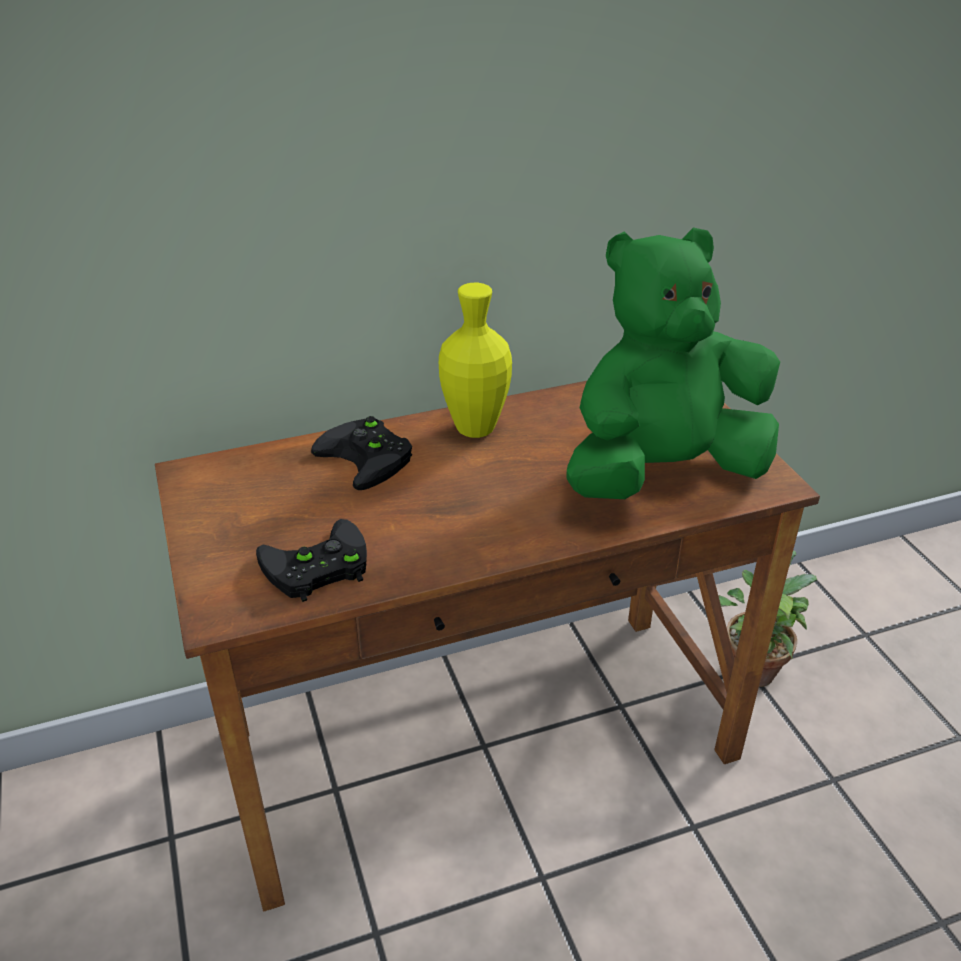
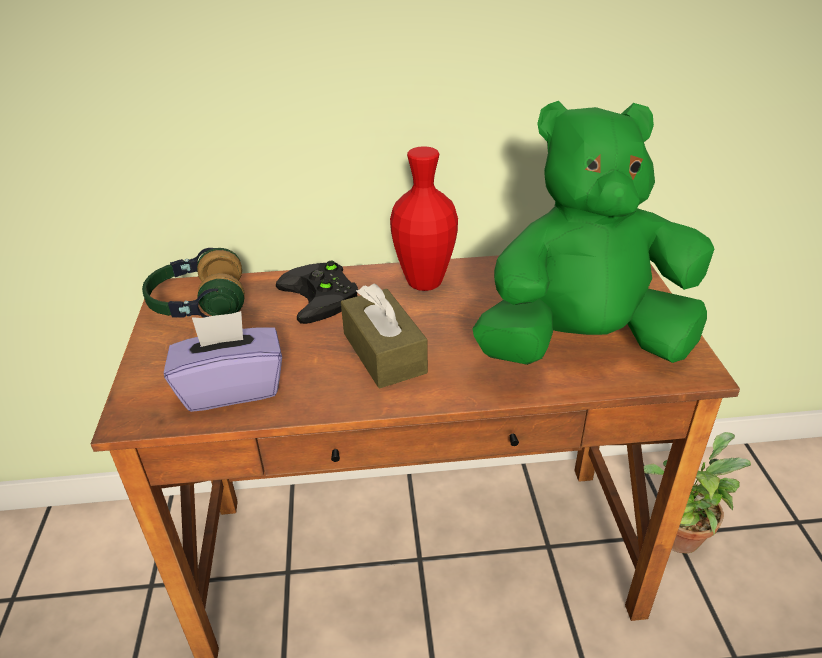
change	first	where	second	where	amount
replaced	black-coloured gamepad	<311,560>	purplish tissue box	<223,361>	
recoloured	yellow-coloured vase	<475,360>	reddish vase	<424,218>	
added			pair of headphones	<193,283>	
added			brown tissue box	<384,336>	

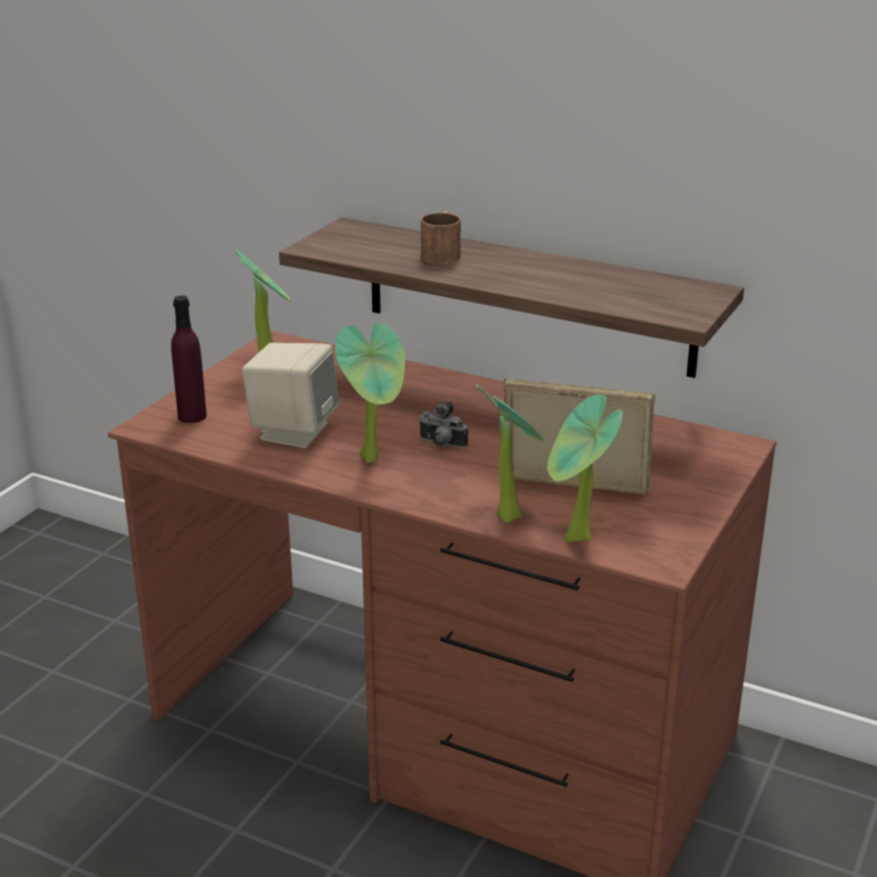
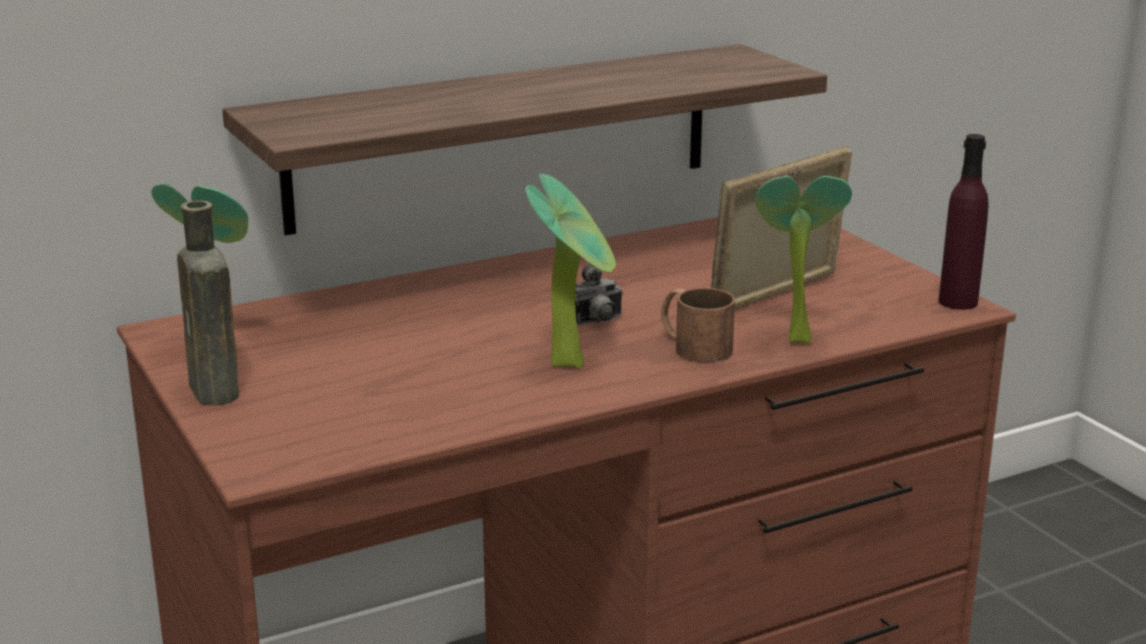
change	first	where	second	where	amount
moved	purplish beverage bottle	<189,359>		<964,222>	
removed	sand-coloured loudspeaker	<290,395>			
moved	brown mug	<441,237>		<698,325>	
removed	potted plant	<585,469>			
added			brown beverage bottle	<208,303>	

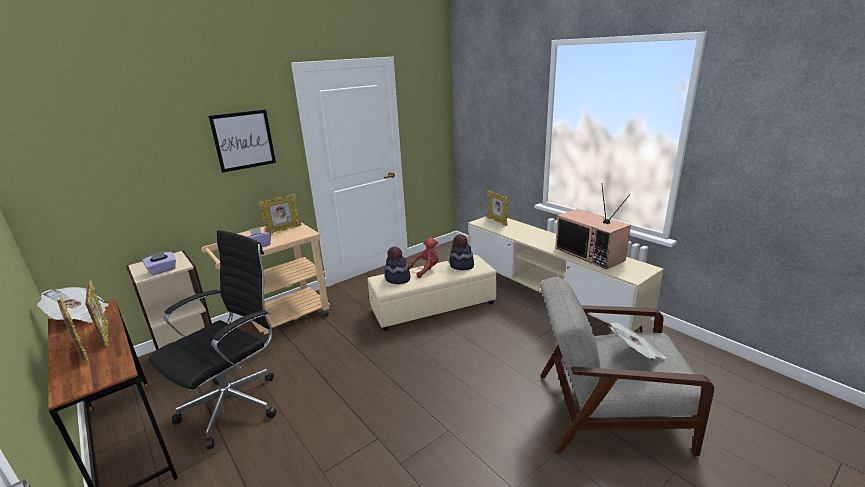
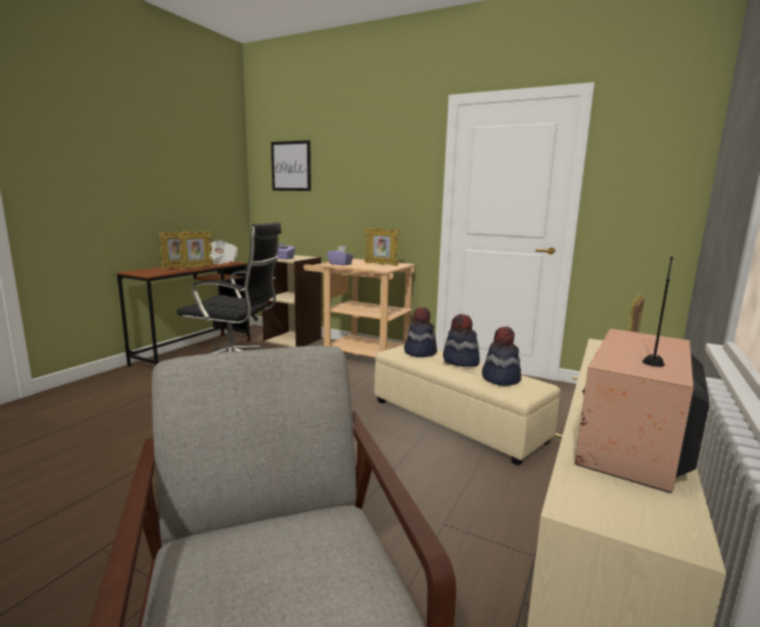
change	first	where	second	where	amount
moved	wall picture	<242,141>		<291,165>	
replaced	reddish cuddly toy	<423,258>	clothing hat	<461,340>	
removed	newspaper	<638,341>			

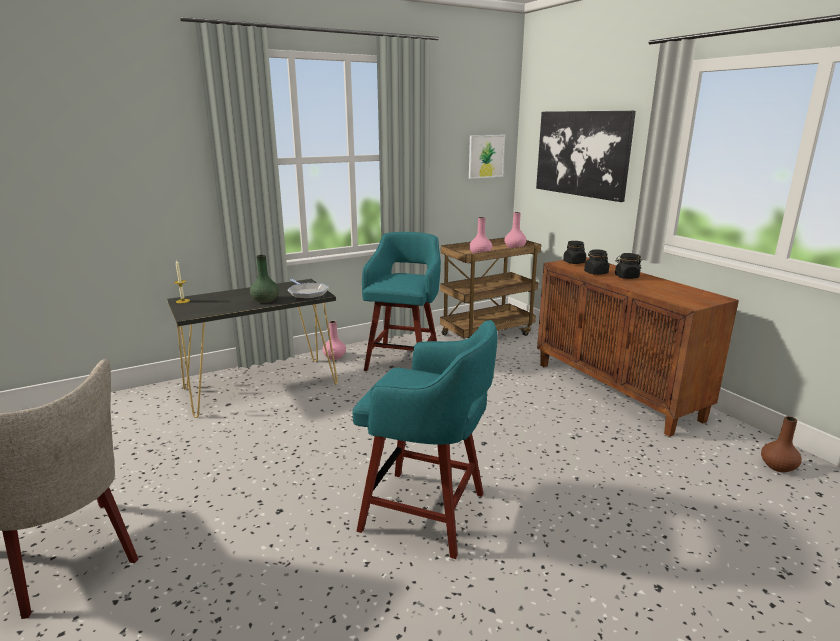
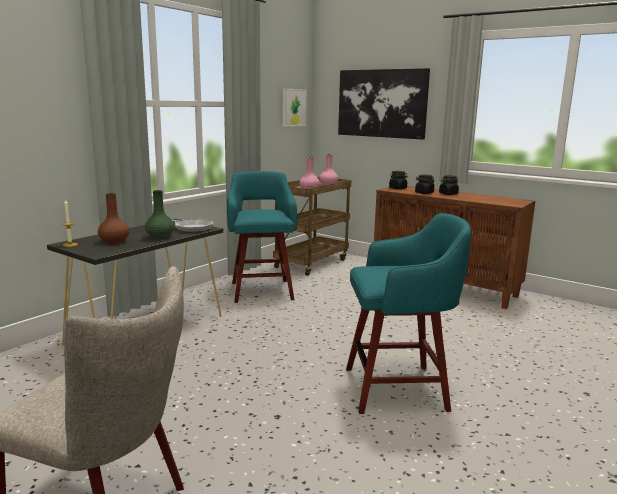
change	first	where	second	where	amount
removed	pink-coloured vase	<334,340>			
moved	brown vase	<781,444>		<114,218>	

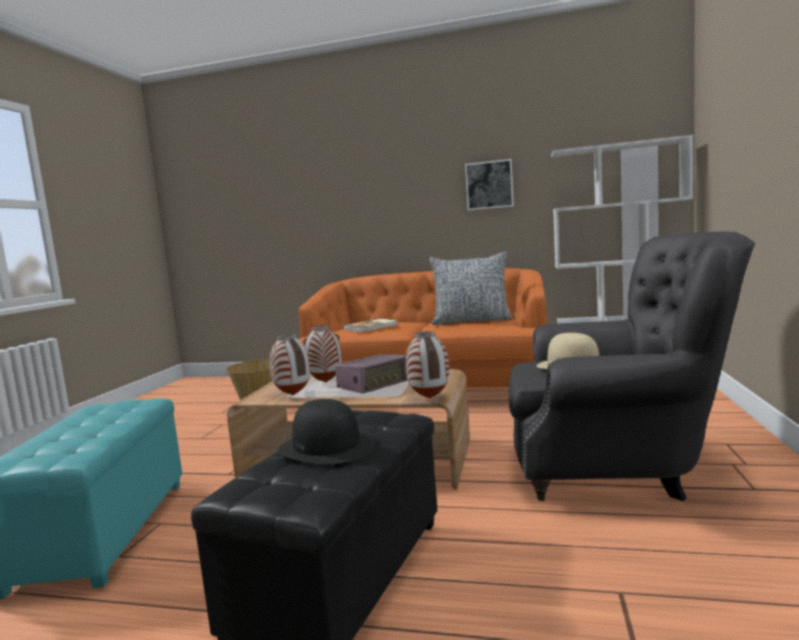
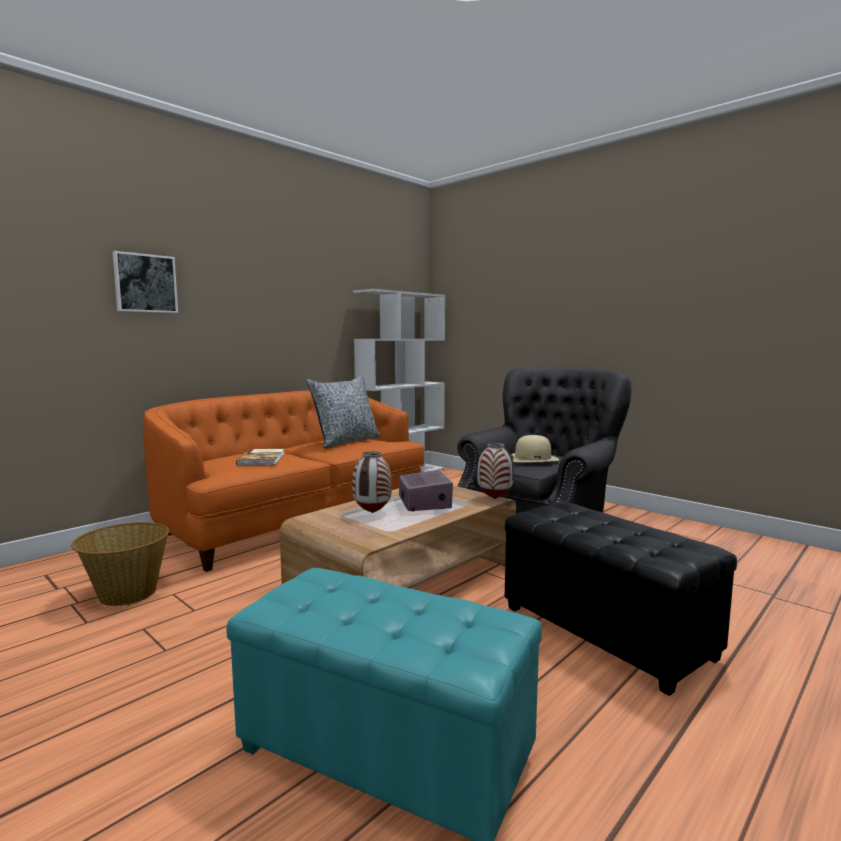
change	first	where	second	where	amount
removed	vase	<289,364>			
removed	black-coloured clothing hat	<327,431>			
moved	wall picture	<489,184>		<145,282>	

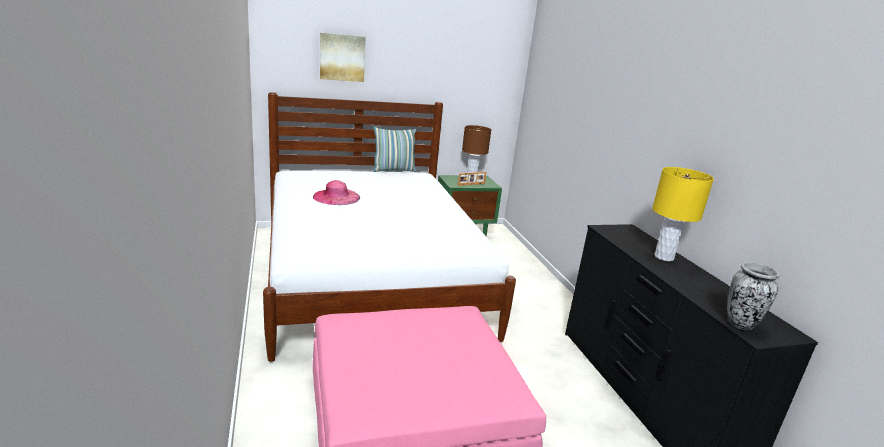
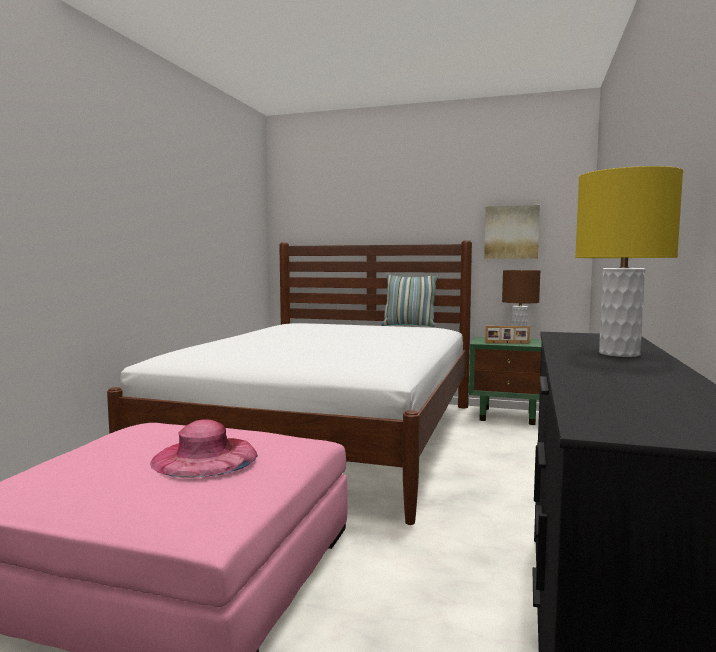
change	first	where	second	where	amount
moved	pink-coloured clothing hat	<336,192>		<204,448>	
moved	wall picture	<343,57>		<512,232>	
removed	vase	<753,296>			

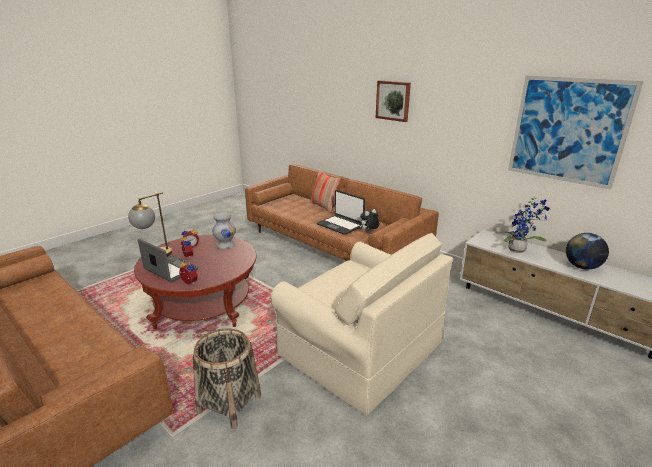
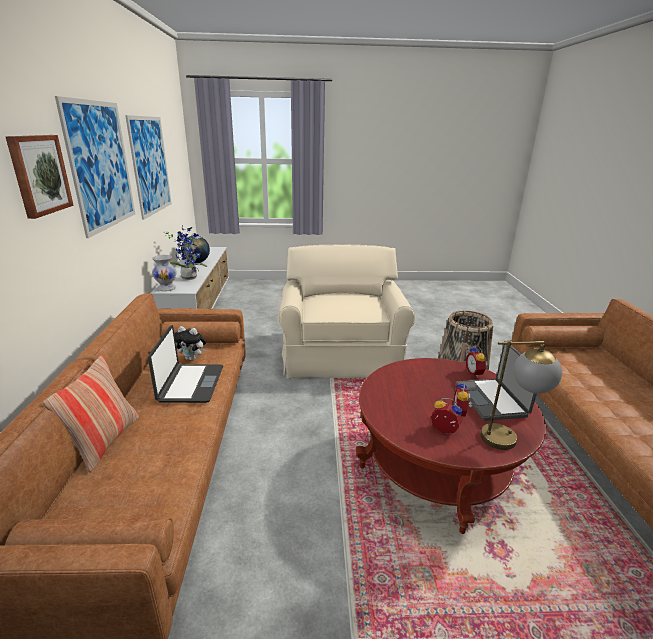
change	first	where	second	where	amount
moved	whitish vase	<224,231>		<164,273>	
added			wall picture	<95,167>	

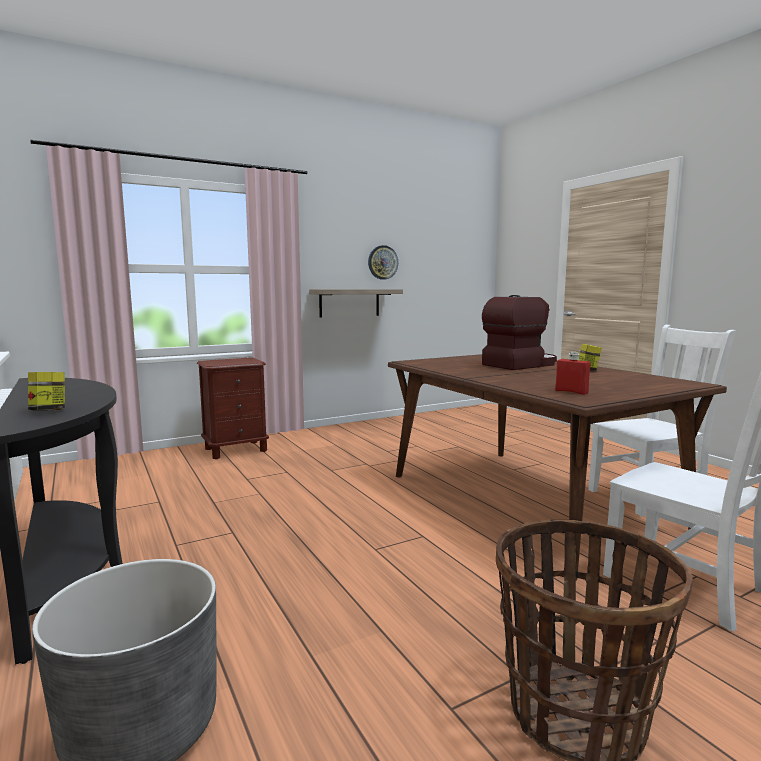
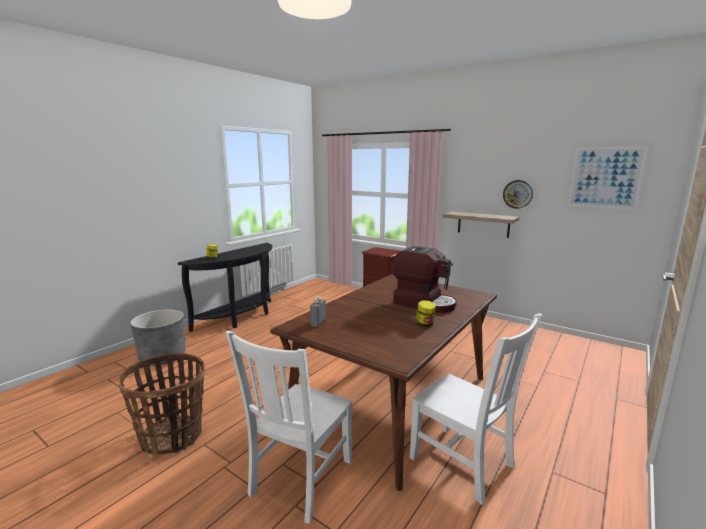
change	first	where	second	where	amount
recoloured	reddish beverage bottle	<572,373>	grey beverage bottle	<318,311>	
added			wall picture	<607,178>	

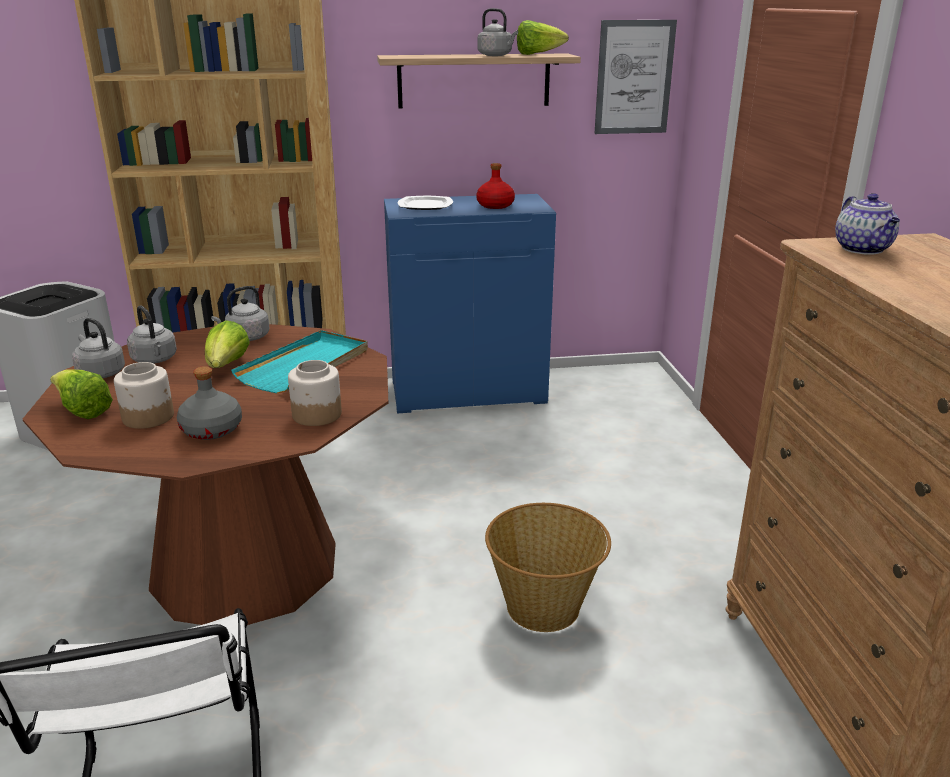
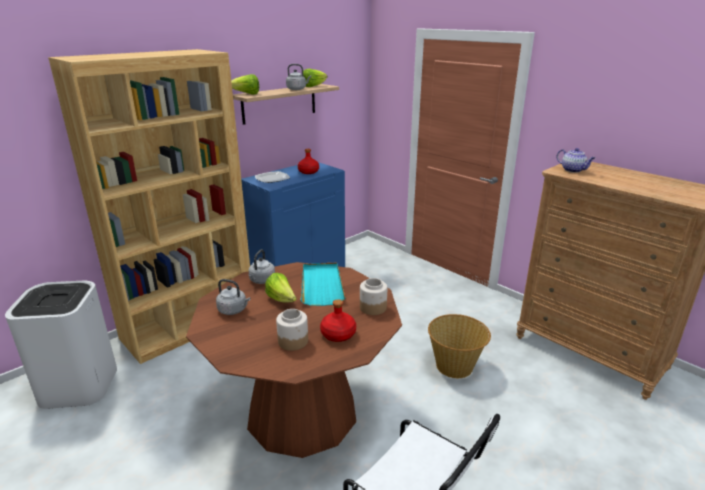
change	first	where	second	where	amount
moved	head of lettuce	<81,394>		<245,84>	
removed	grey tea kettle	<98,348>			
recoloured	grey beverage bottle	<209,403>	reddish beverage bottle	<338,320>	
removed	wall picture	<635,77>			

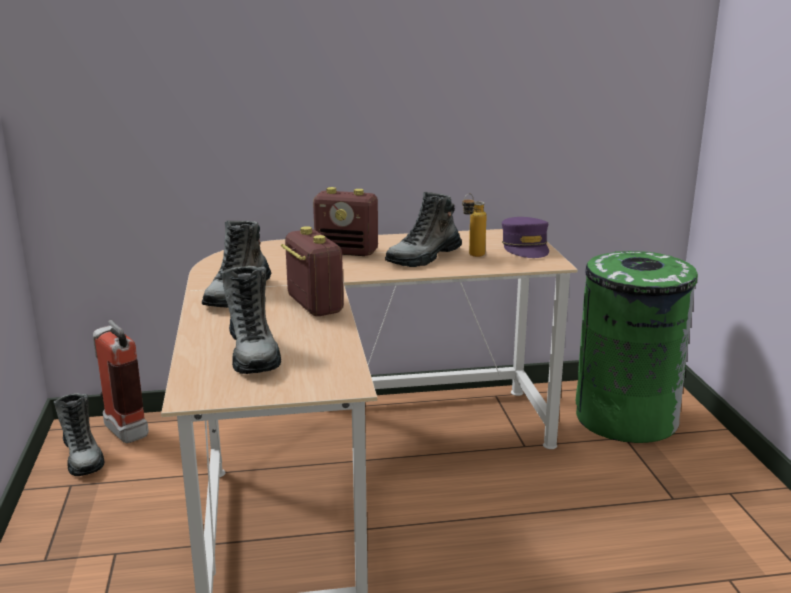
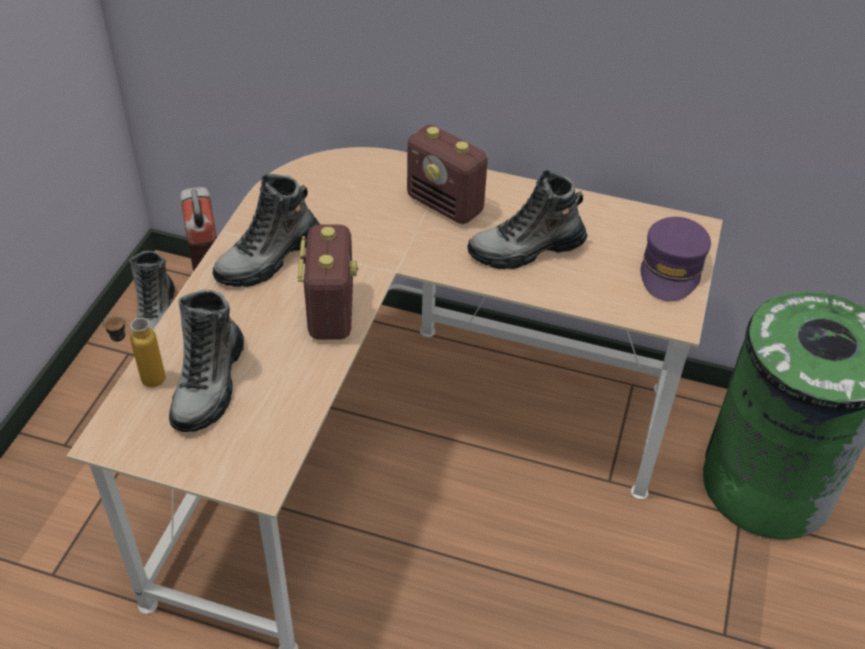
change	first	where	second	where	amount
moved	beverage bottle	<474,225>		<134,351>	

